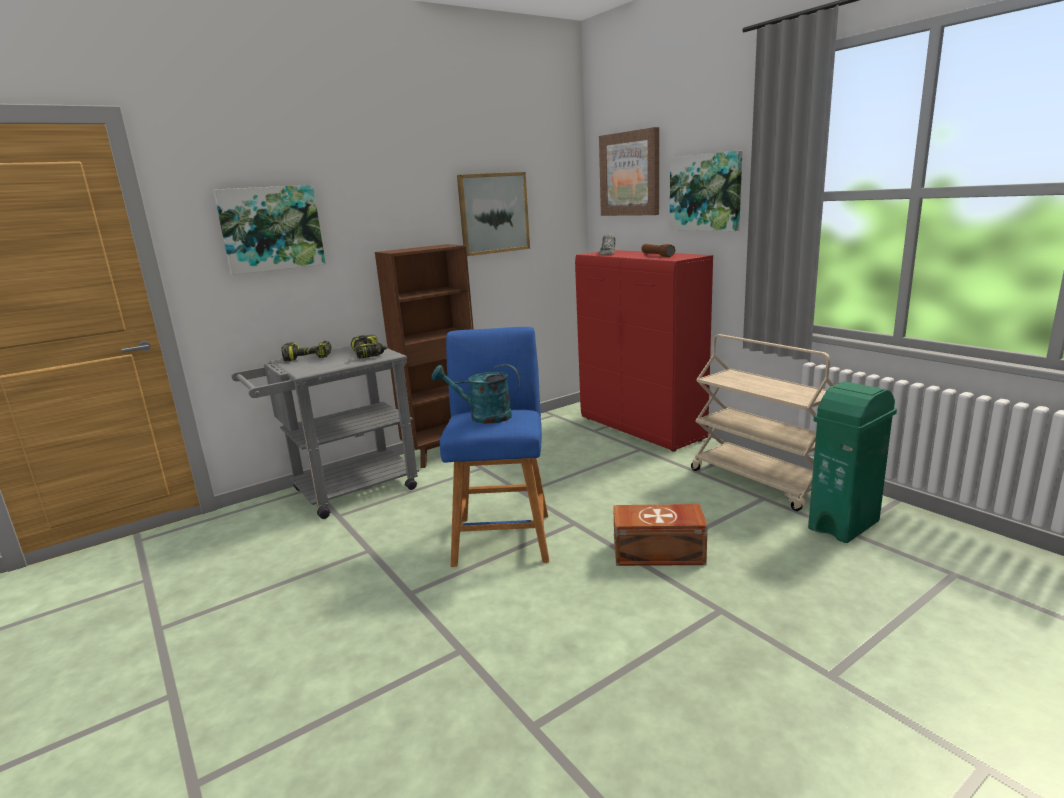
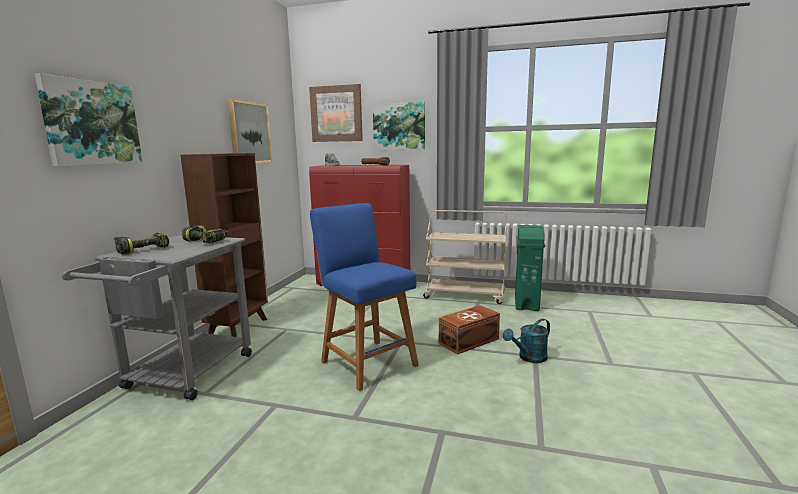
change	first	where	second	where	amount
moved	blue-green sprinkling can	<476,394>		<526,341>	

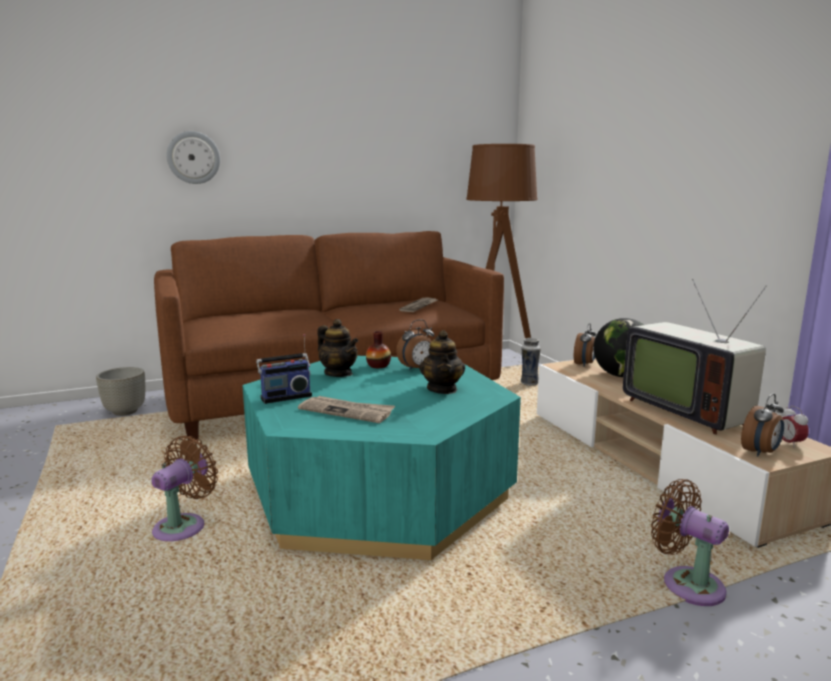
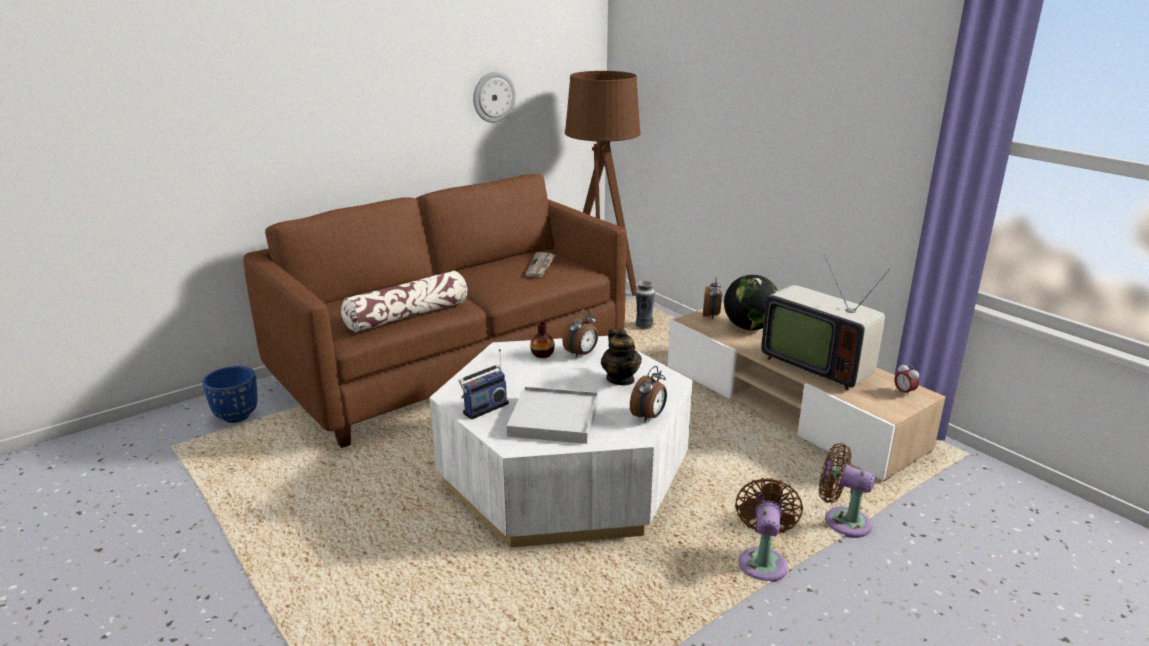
change	first	where	second	where	amount
recoloured	grey plant pot	<120,391>	bluish plant pot	<230,394>	
moved	brown electric fan	<184,488>		<769,530>	
moved	wall clock	<193,157>		<494,97>	
recoloured	blue-green coffee table	<381,458>	whitish coffee table	<561,441>	
replaced	newspaper	<346,409>	whitish tray	<552,415>	
removed	teapot	<337,348>			
moved	bedside clock	<762,425>		<648,394>	
added			throw pillow	<404,301>	

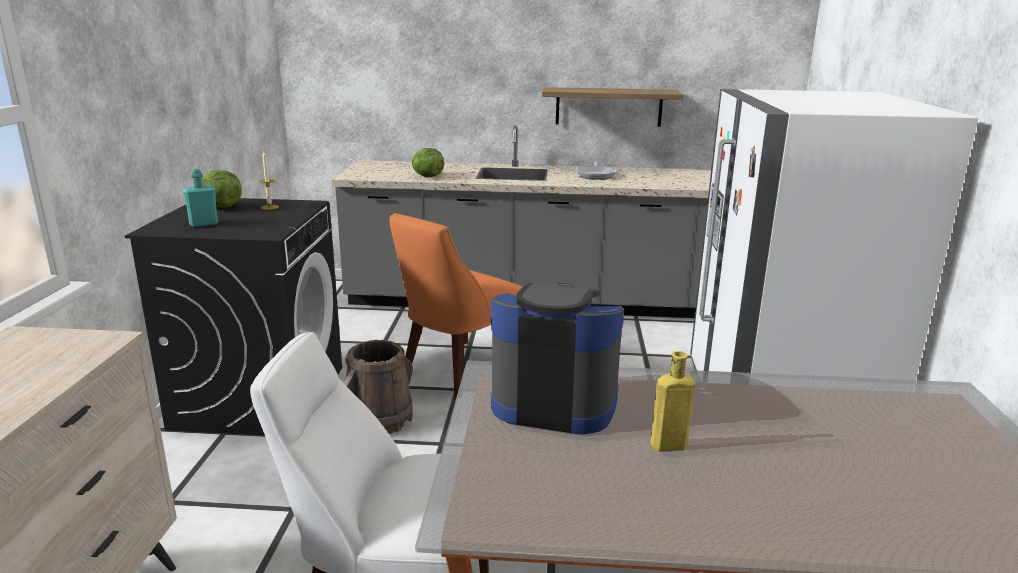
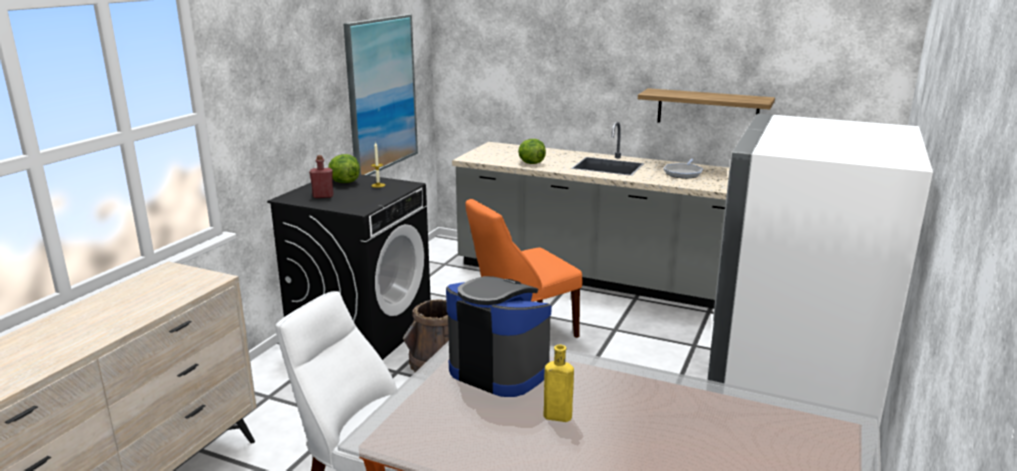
change	first	where	second	where	amount
recoloured	blue-green beverage bottle	<200,197>	reddish beverage bottle	<321,176>	
added			wall picture	<380,95>	

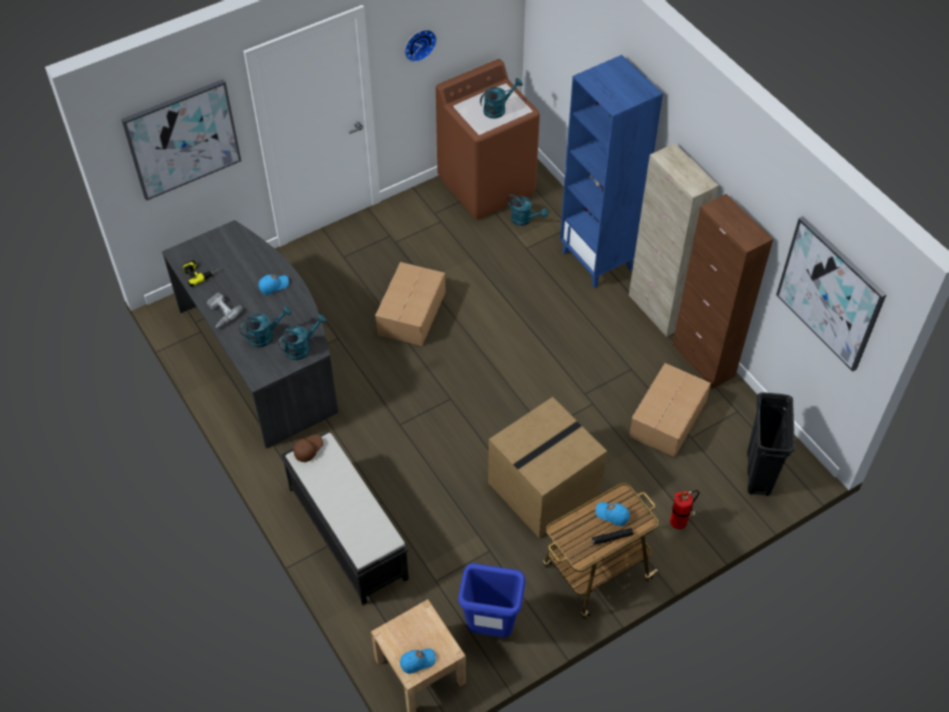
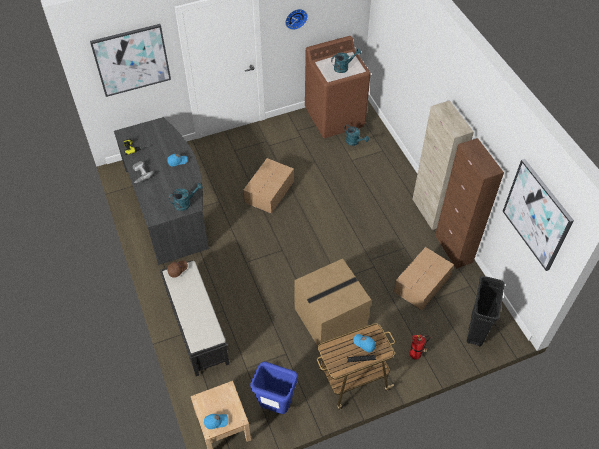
change	first	where	second	where	amount
removed	blue-green sprinkling can	<265,326>			
removed	bluish shelving unit	<611,171>			

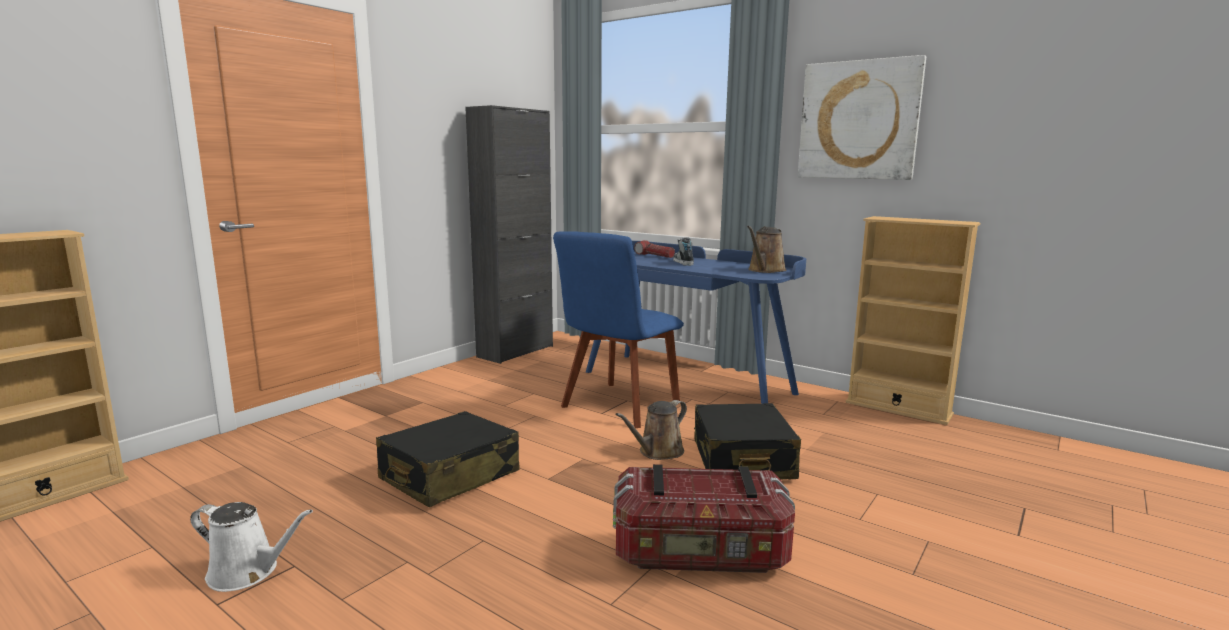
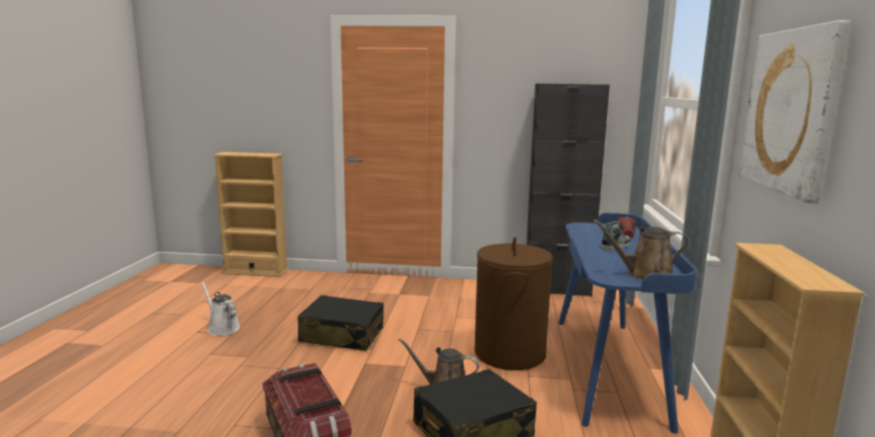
change	first	where	second	where	amount
turned	whitish sprinkling can	<251,547>		<220,308>	150 degrees clockwise
replaced	bluish upright chair	<618,329>	brown laundry basket	<514,303>	

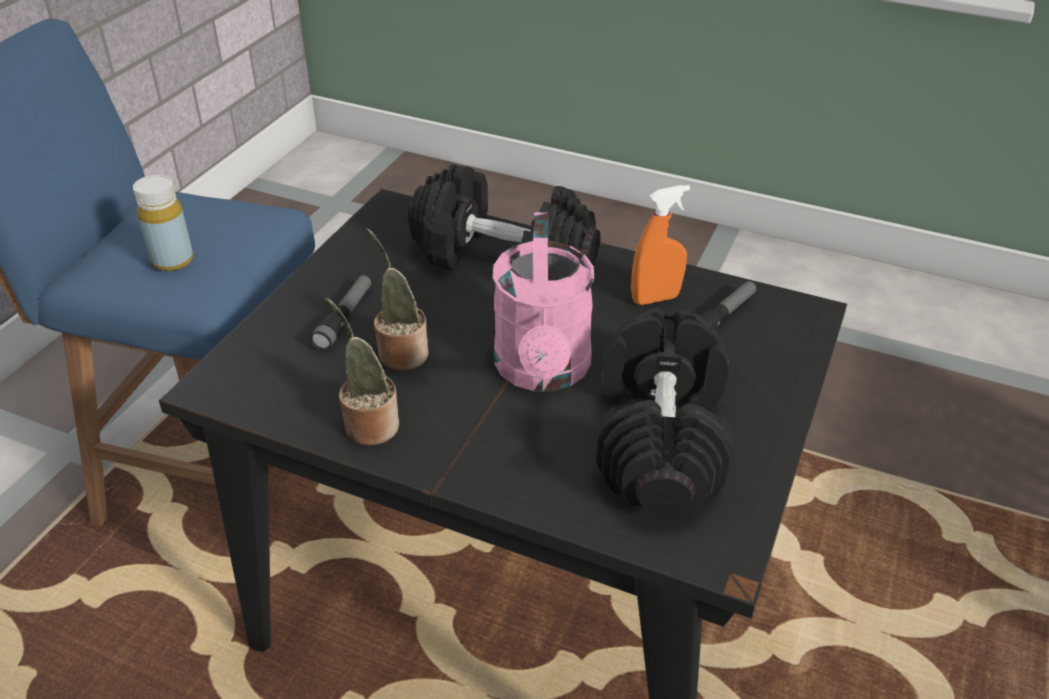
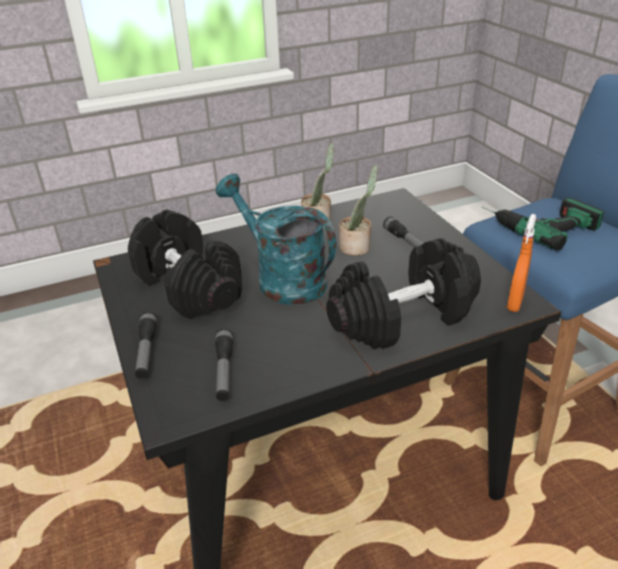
change	first	where	second	where	amount
replaced	yellow-coloured beverage bottle	<163,223>	drill	<543,224>	
recoloured	pink-coloured sprinkling can	<544,302>	blue-green sprinkling can	<276,239>	
moved	orange spray bottle	<660,245>		<521,263>	
added			flashlight	<146,345>	

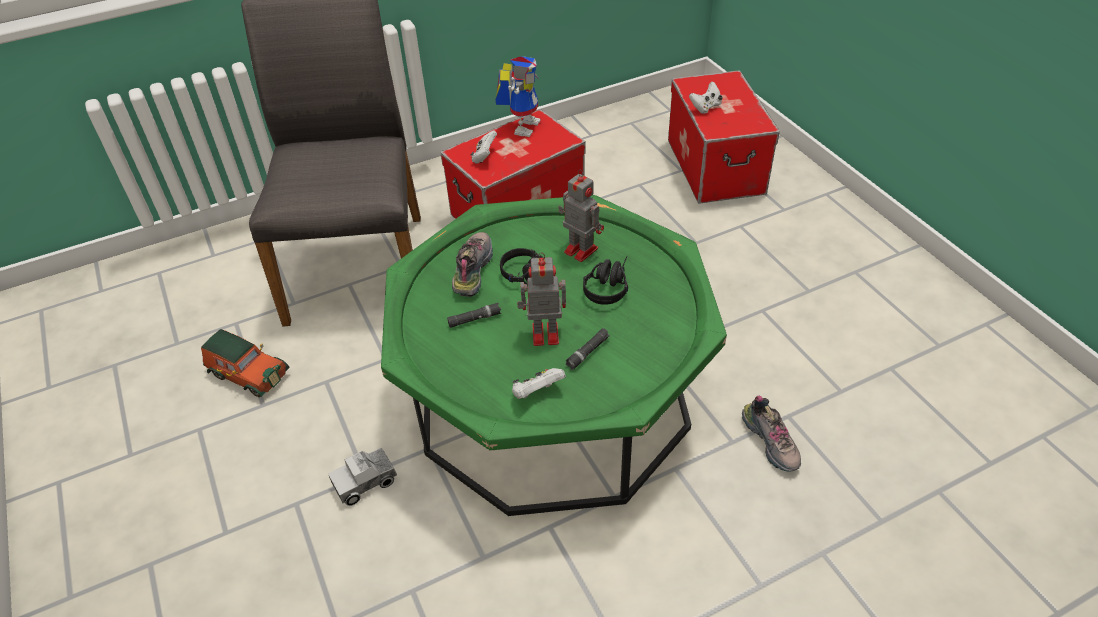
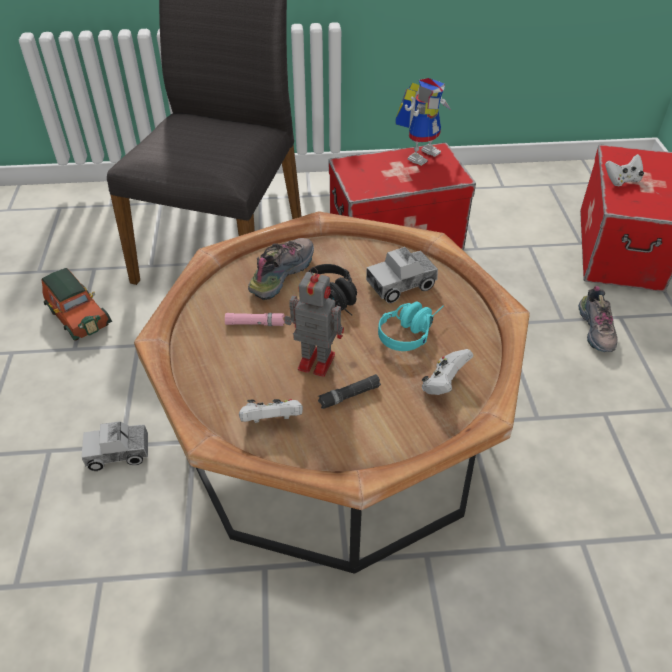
change	first	where	second	where	amount
recoloured	green-coloured coffee table	<554,355>	brown coffee table	<332,393>	
recoloured	black-coloured flashlight	<474,315>	pink-coloured flashlight	<254,319>	
moved	whitish gamepad	<483,147>		<447,372>	
replaced	robot figure	<581,215>	toy lorry	<402,275>	
recoloured	black-coloured pair of headphones	<605,280>	blue-green pair of headphones	<411,326>	
moved	low shoe	<771,434>		<598,319>	

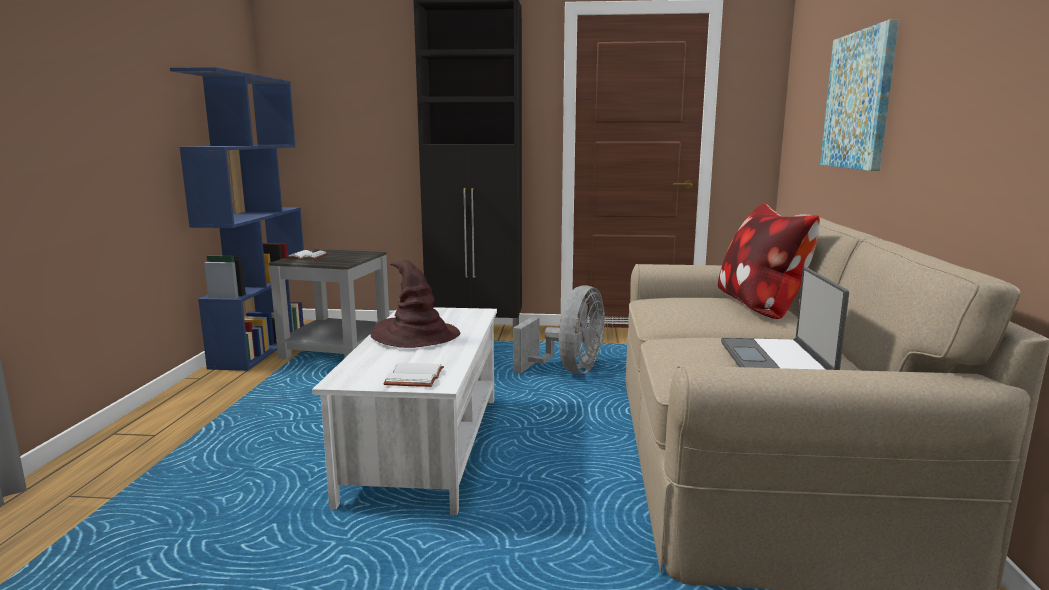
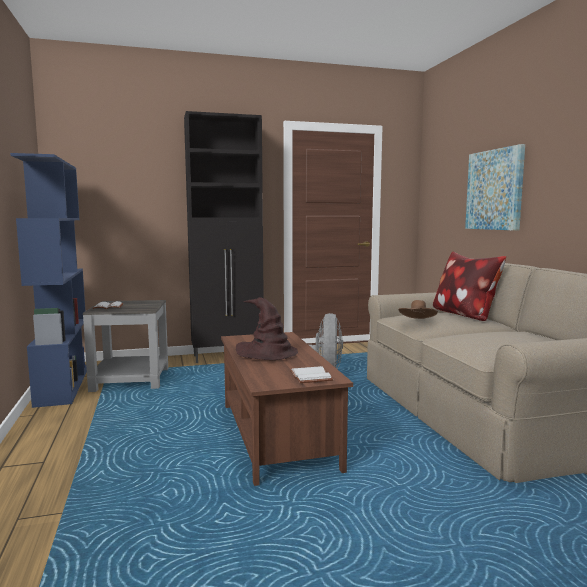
change	first	where	second	where	amount
recoloured	whitish coffee table	<404,411>	brown coffee table	<287,409>	
removed	laptop	<785,318>			
added			brown clothing hat	<418,309>	

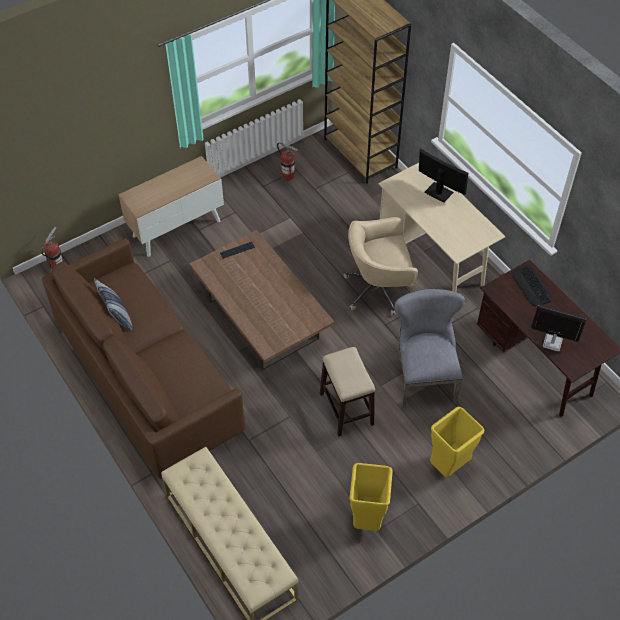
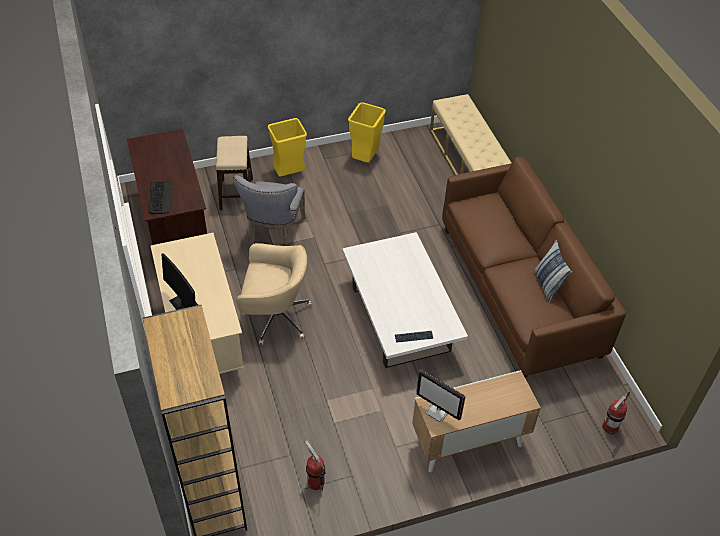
change	first	where	second	where	amount
recoloured	brown coffee table	<261,300>	whitish coffee table	<405,300>	
moved	stool	<347,392>		<234,173>	
moved	computer display	<559,328>		<440,395>	

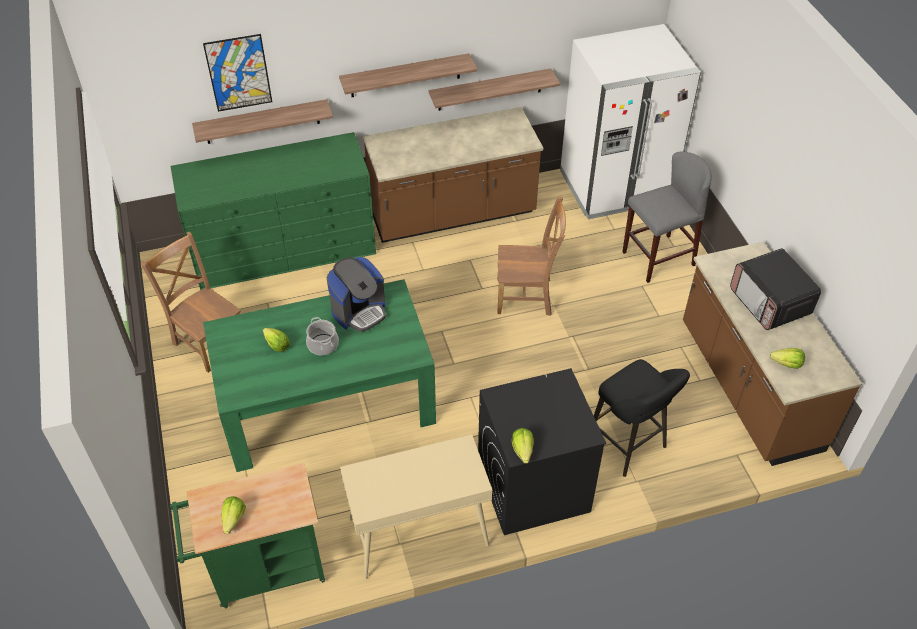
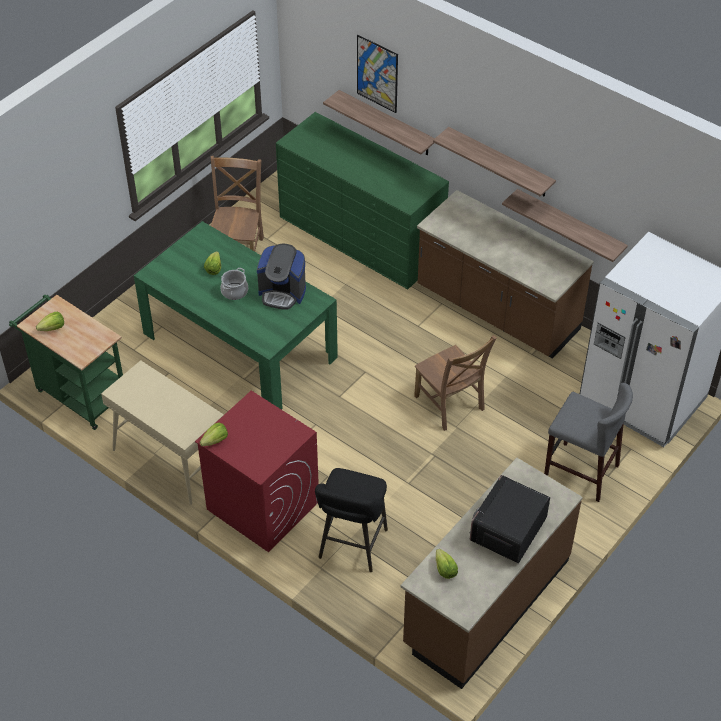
change	first	where	second	where	amount
recoloured	black-coloured laundry machine	<542,451>	reddish laundry machine	<257,471>	

